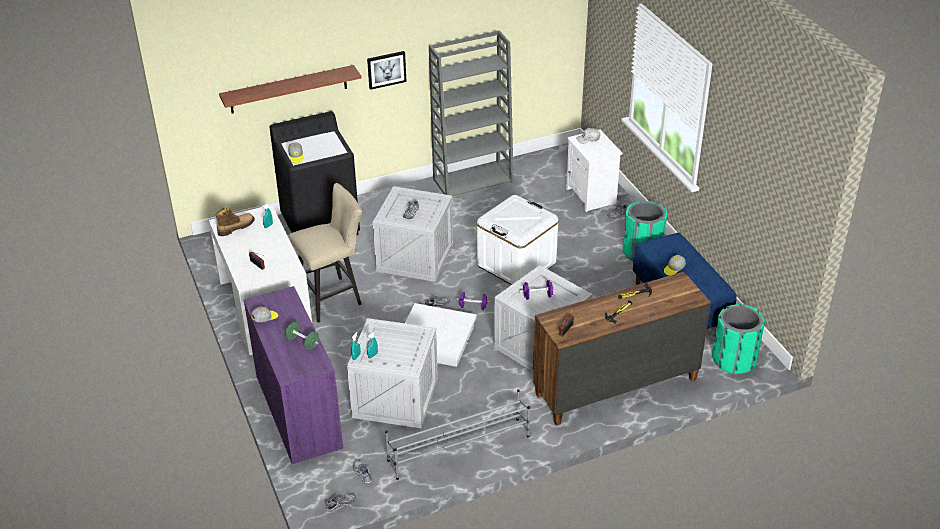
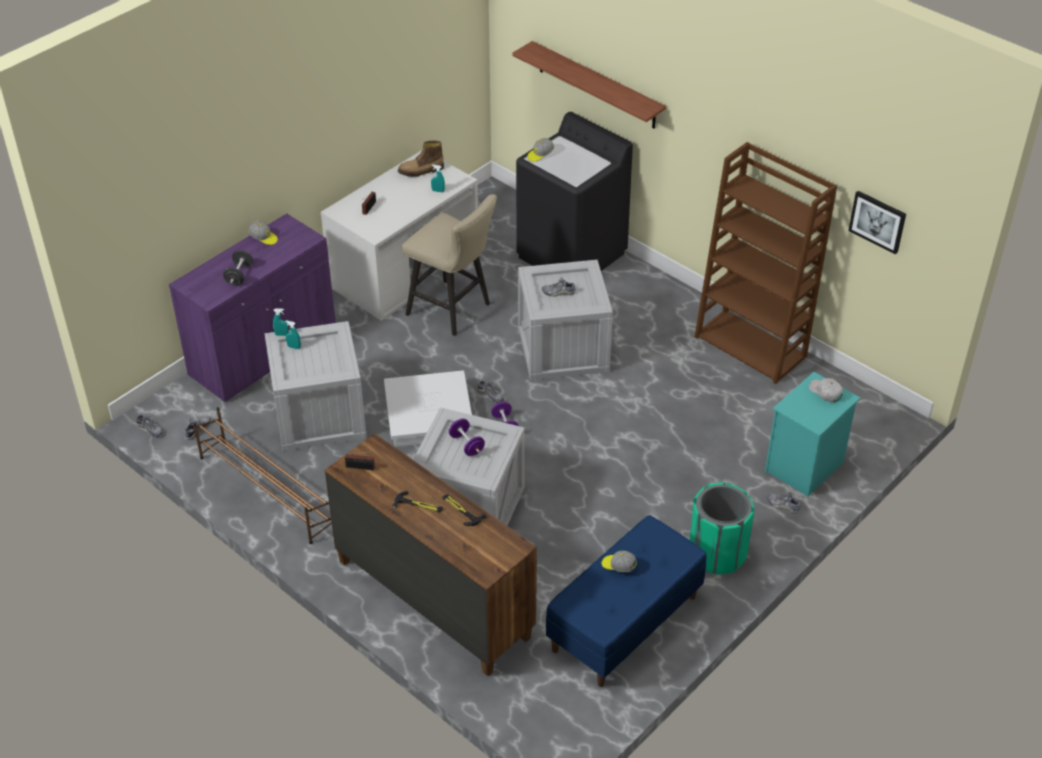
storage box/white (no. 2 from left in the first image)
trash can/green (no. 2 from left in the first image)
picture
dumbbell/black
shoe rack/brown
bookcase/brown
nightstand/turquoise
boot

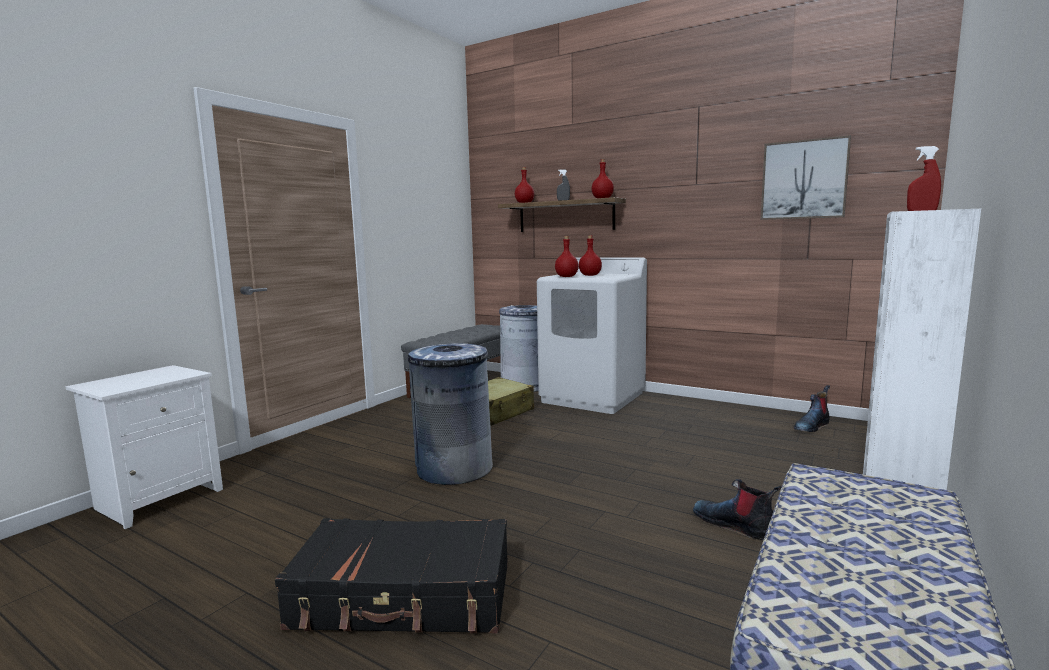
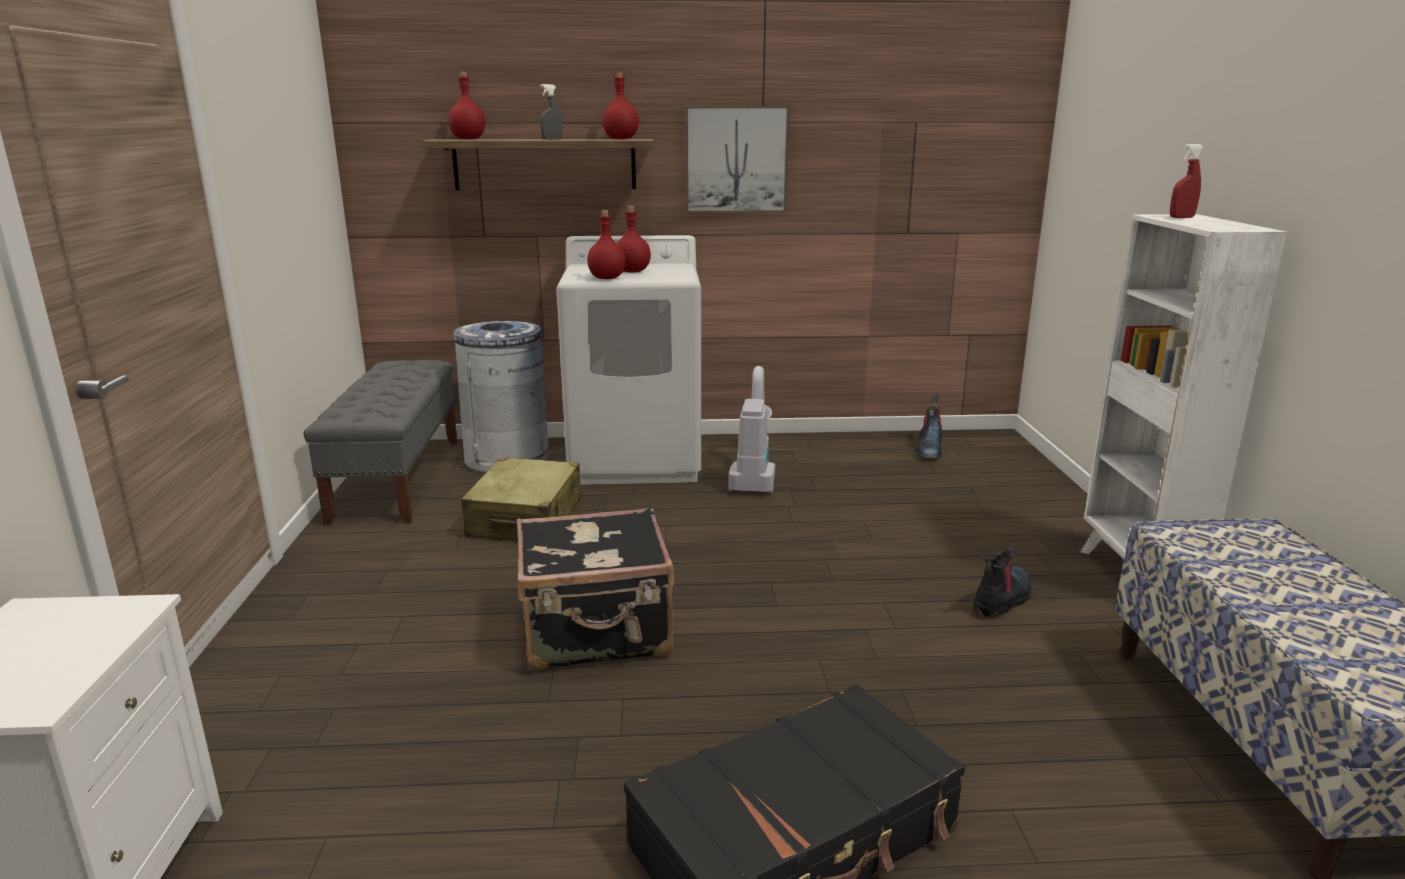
vacuum cleaner
picture
suitcase/black (no. 1 from left)
boot (no. 2 from left)

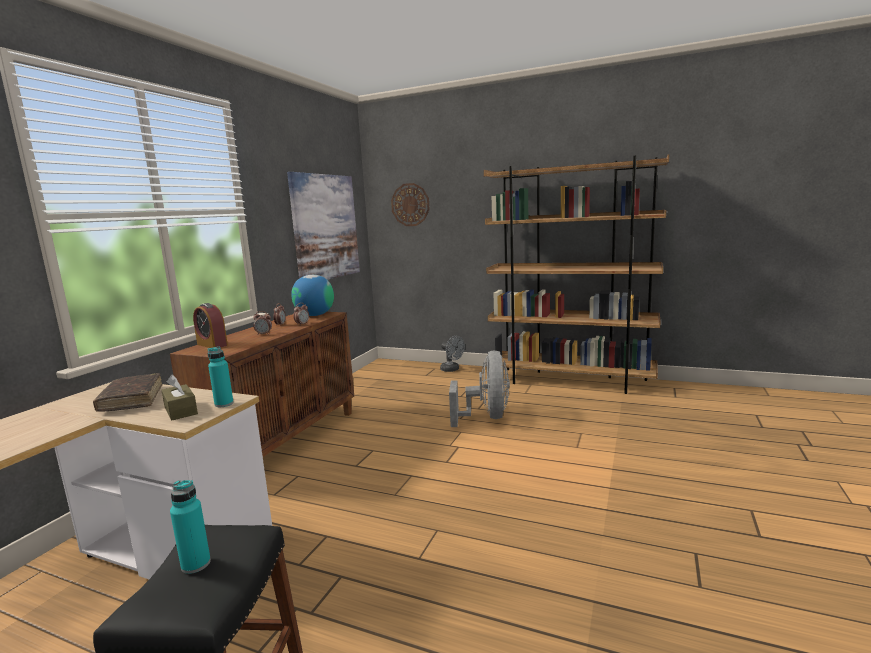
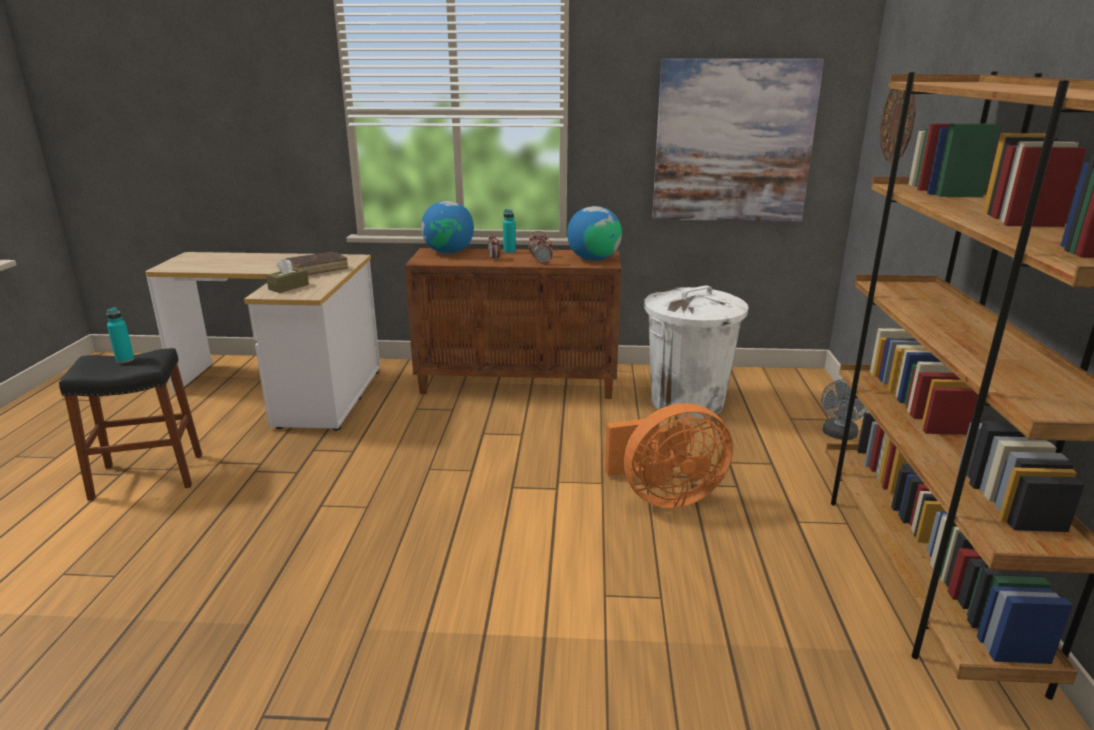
trash can/white
bottle/turquoise (no. 2 from left)
globe (no. 1 from left)
fan/orange

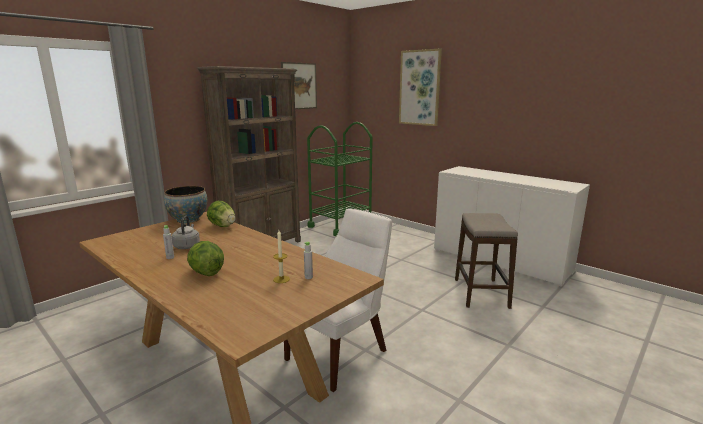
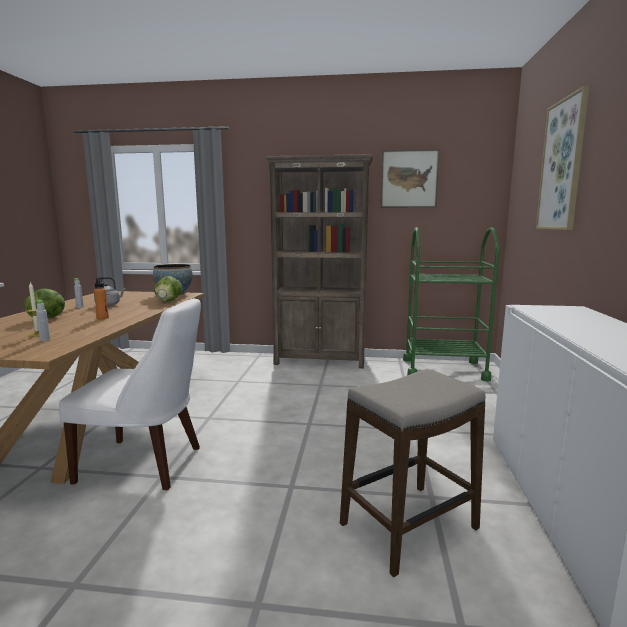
bottle/orange

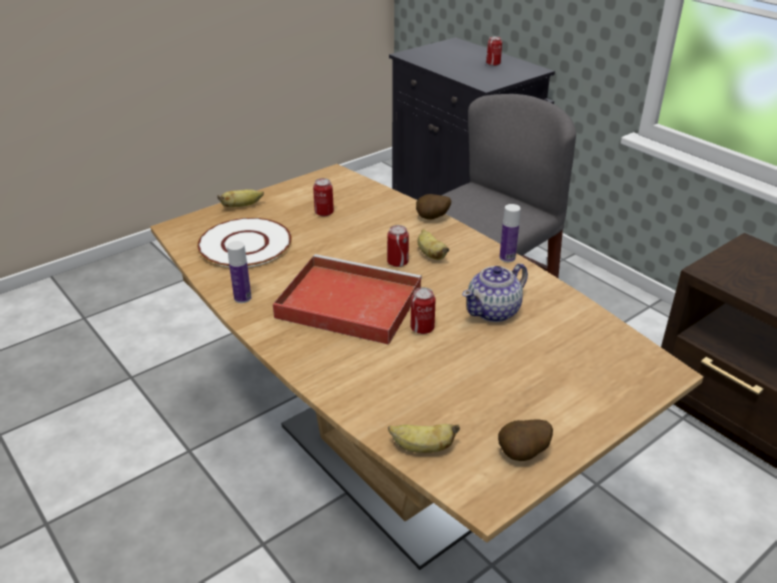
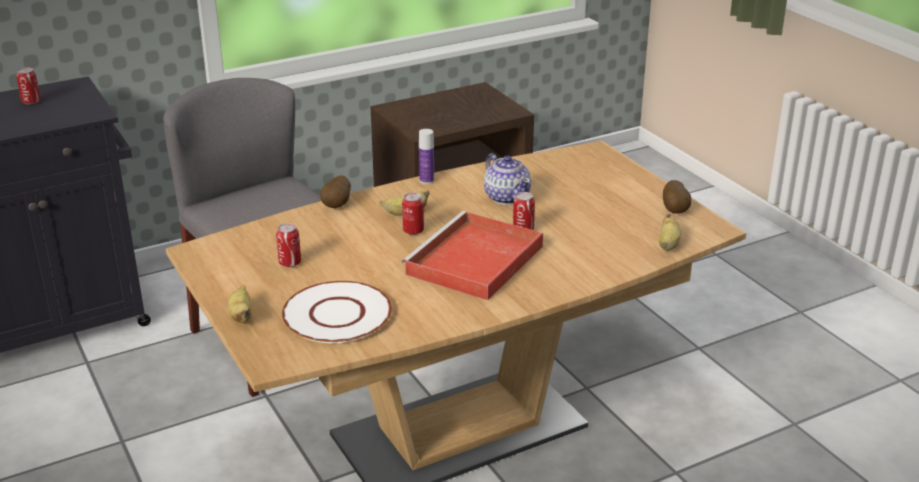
bottle (no. 1 from left in the first image)

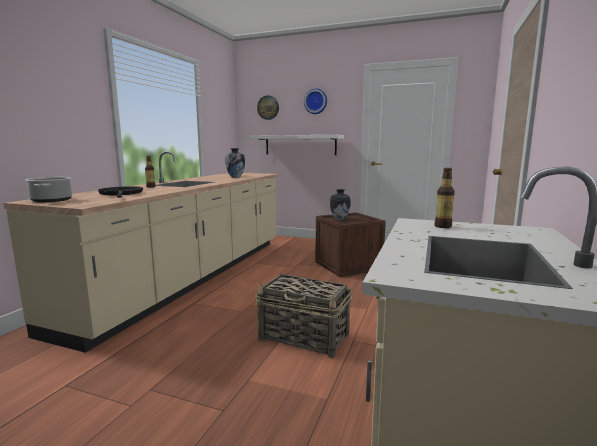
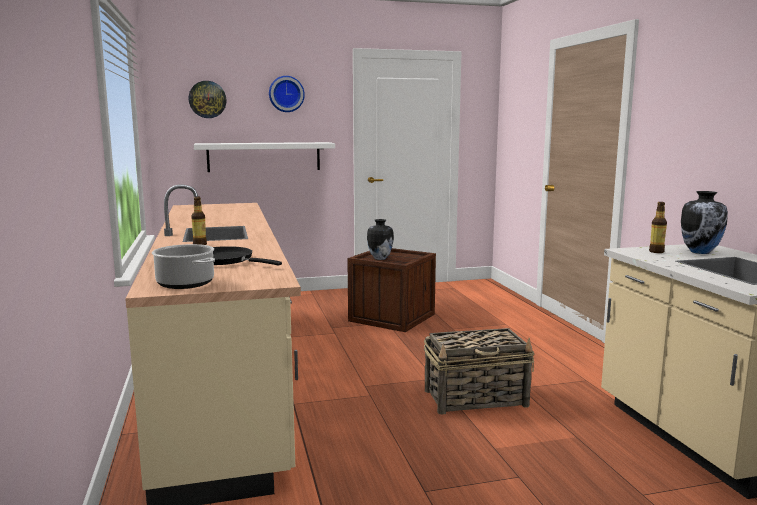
vase (no. 2 from left)

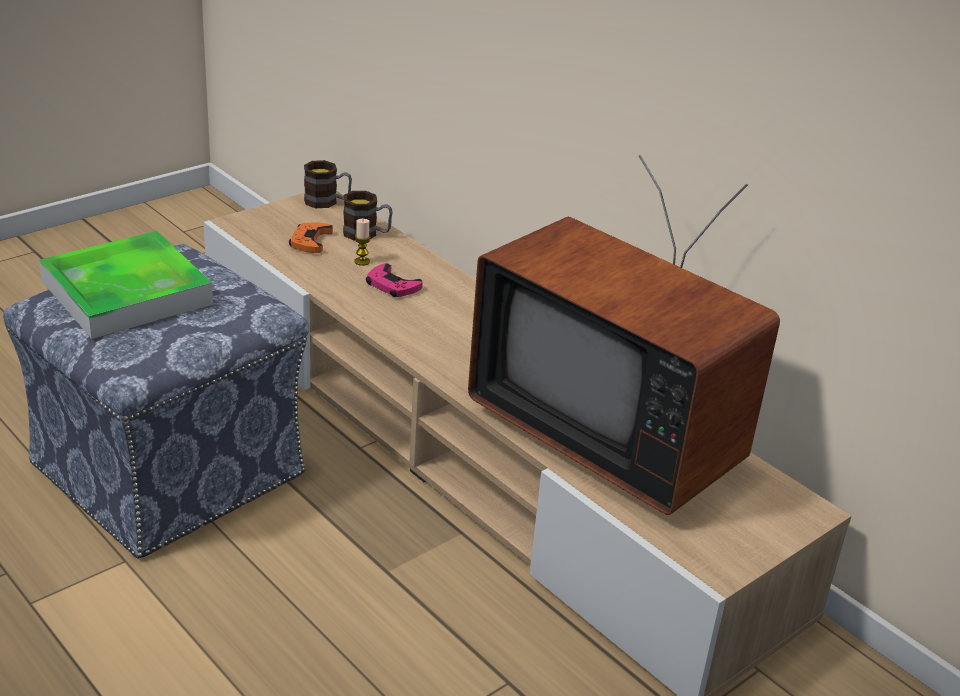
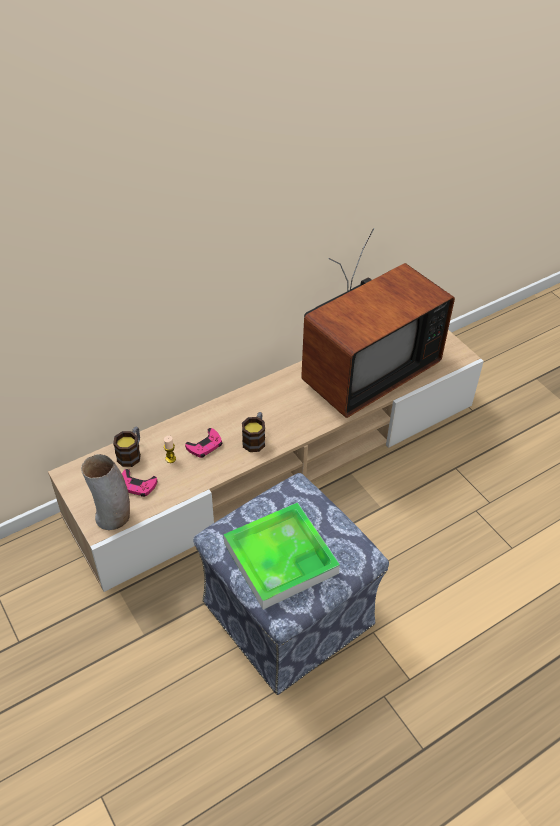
vase
mug (no. 2 from left)
game controller/pink (no. 1 from left)

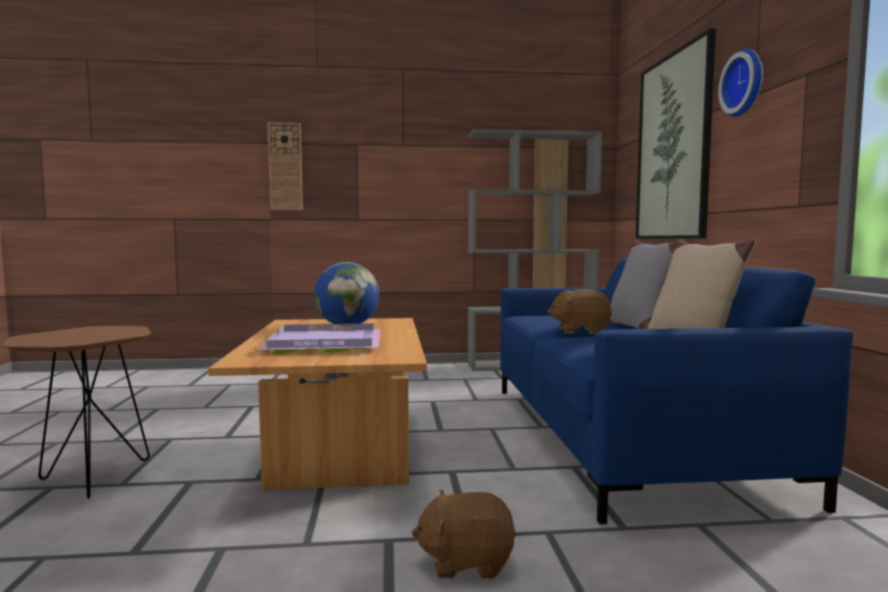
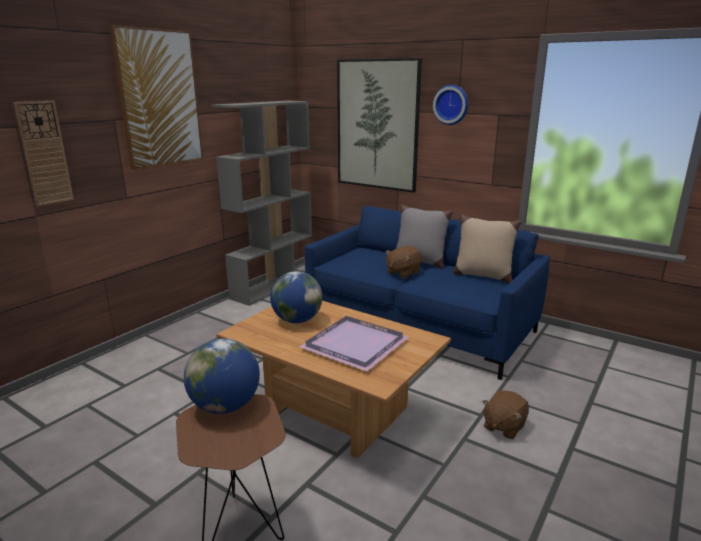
picture (no. 1 from left)
globe (no. 1 from left)

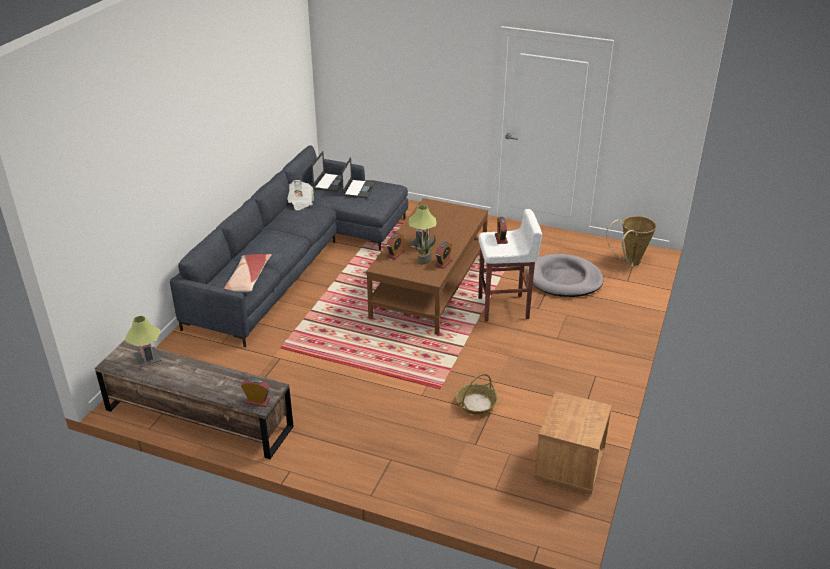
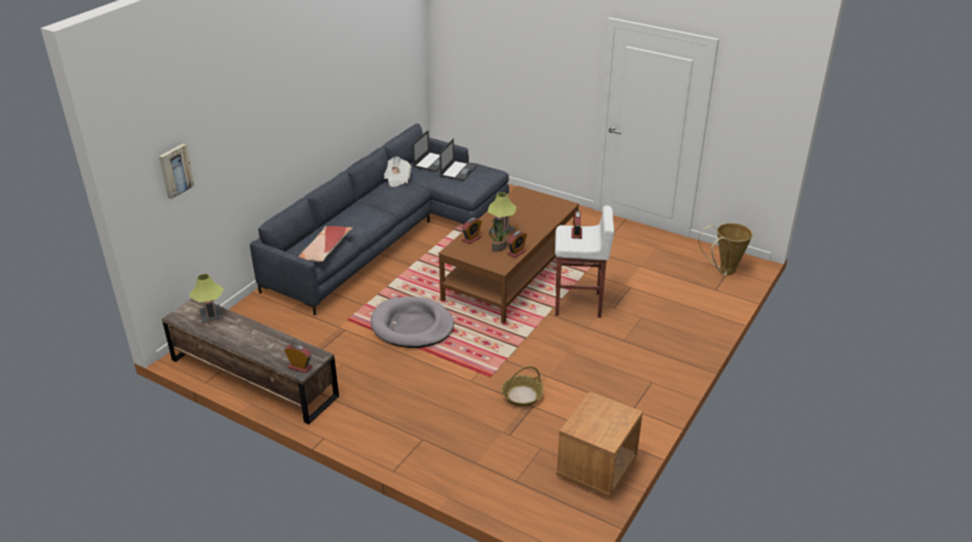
picture
dog bed/grey

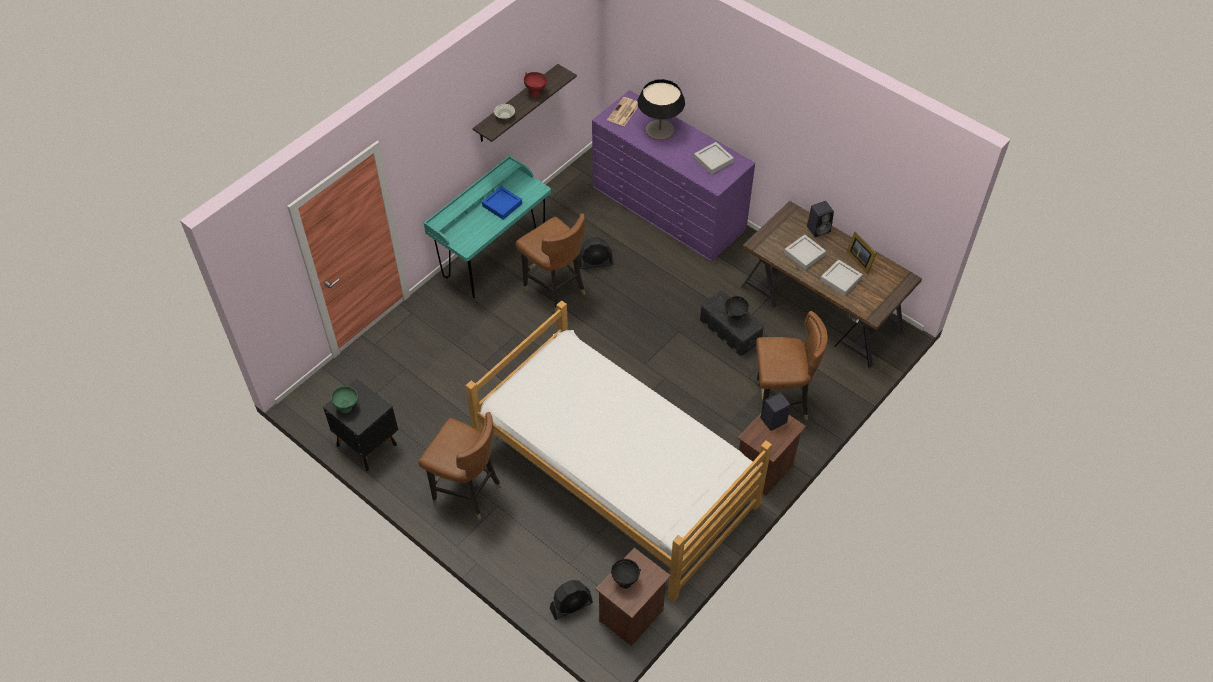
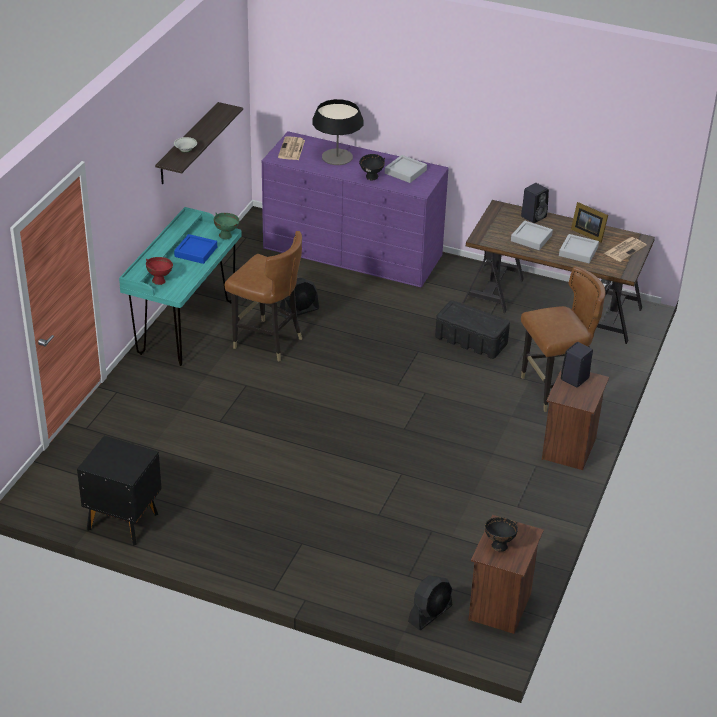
chair/brown (no. 1 from left in the first image)
bed
newspaper (no. 2 from left)
bowl/green
bowl/red
bowl/black (no. 1 from left)

